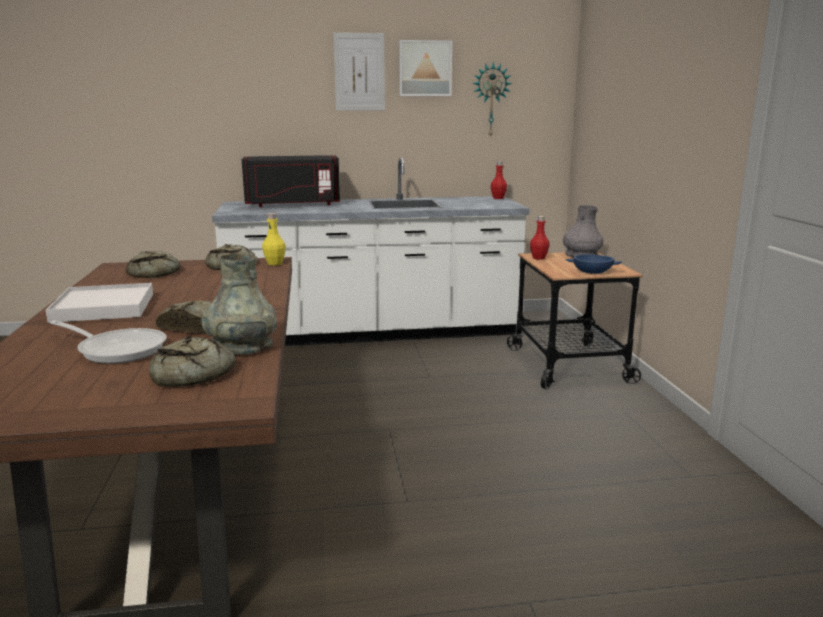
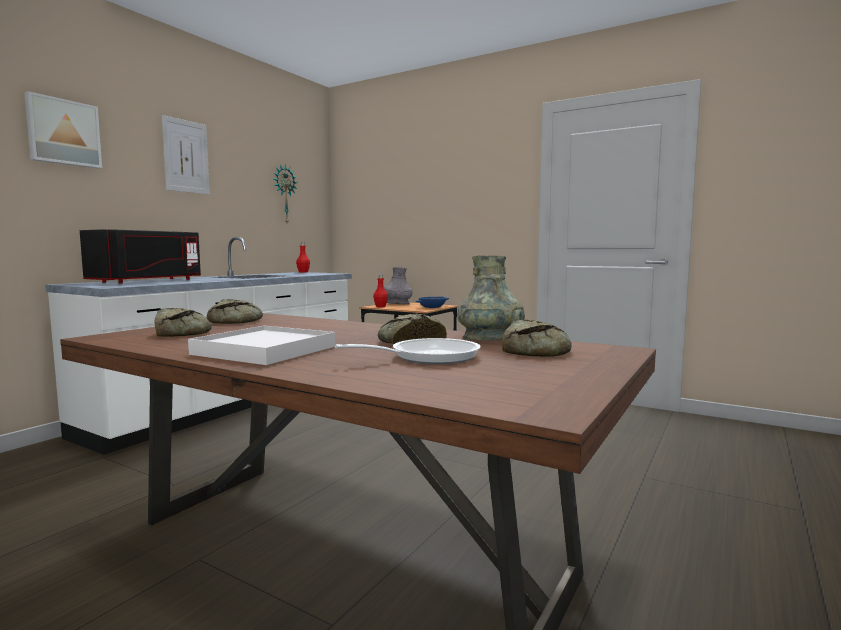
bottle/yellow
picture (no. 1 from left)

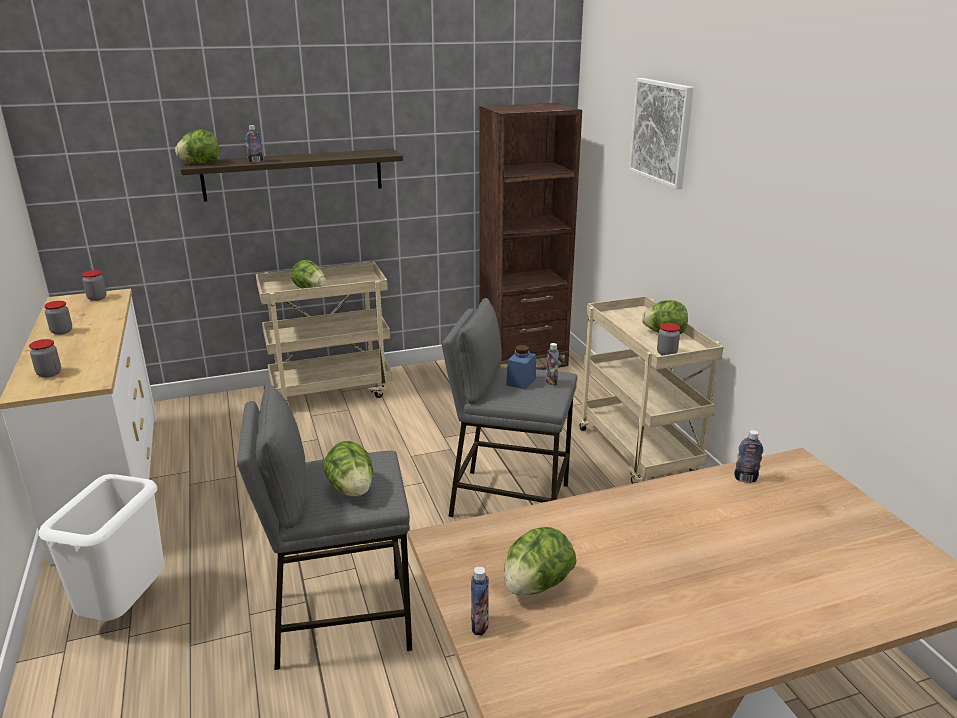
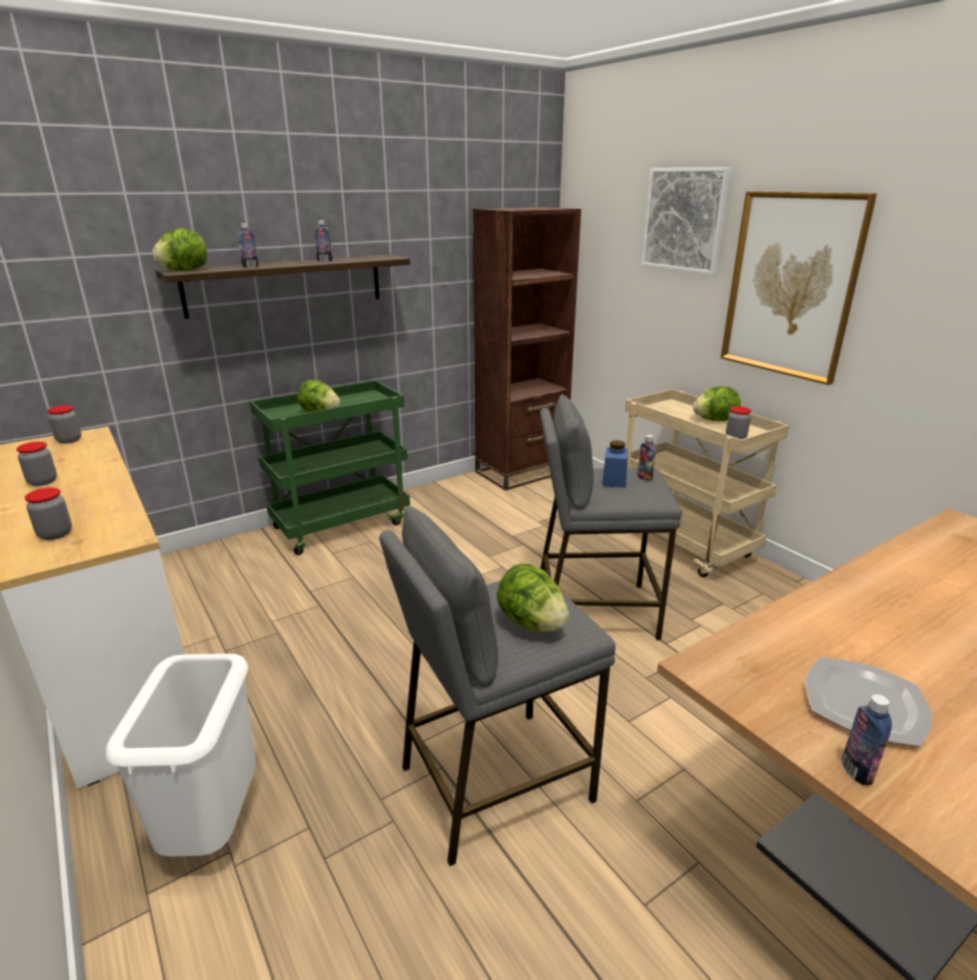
picture (no. 2 from left)
bottle (no. 2 from left)
plate
cart/green

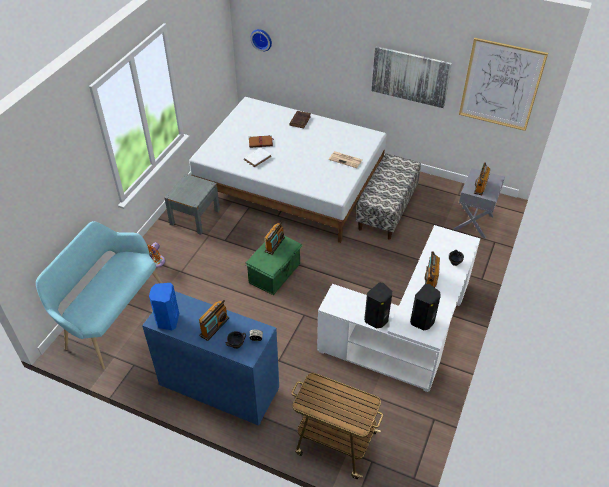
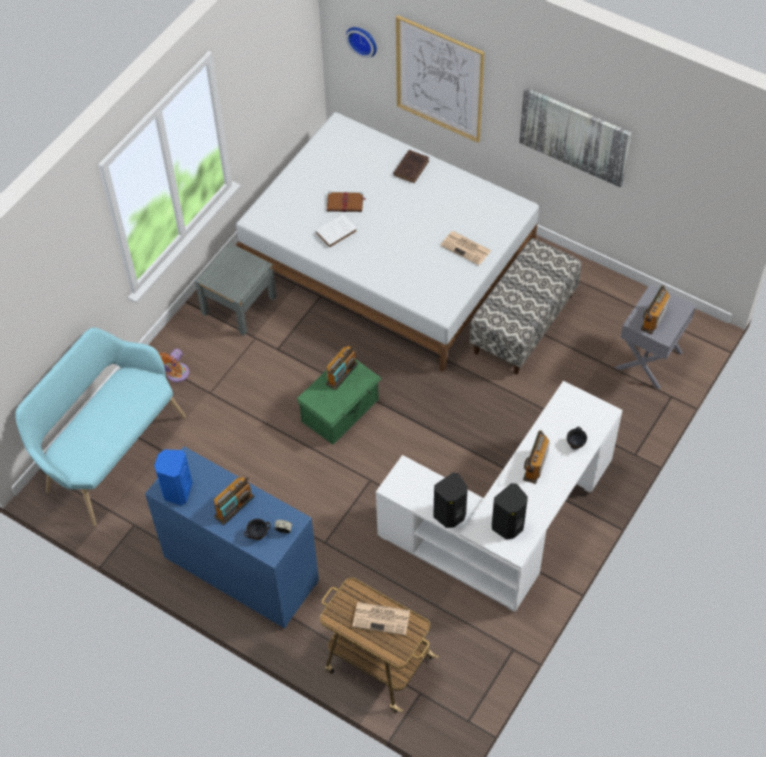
newspaper (no. 1 from left)
picture (no. 1 from left)

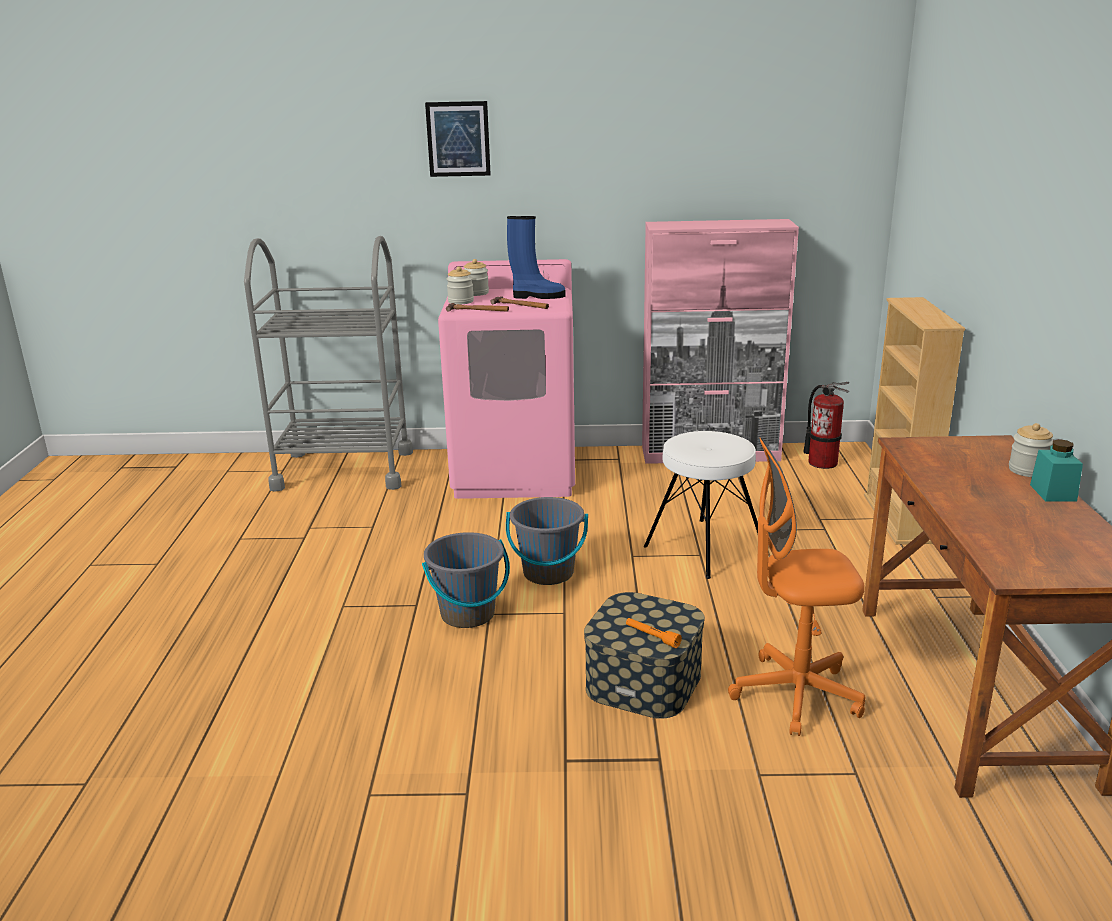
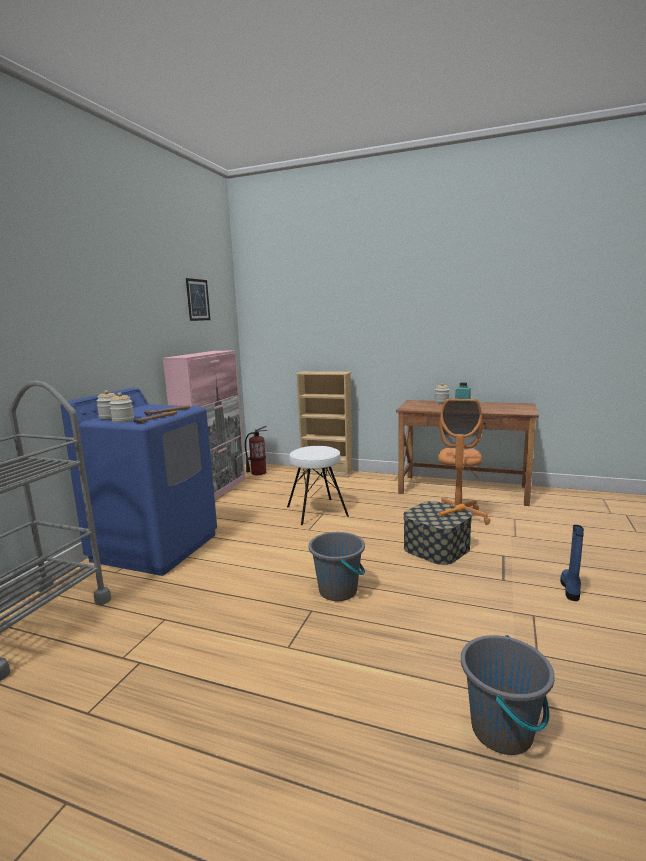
picture
bucket/grey (no. 2 from left)
boot/blue
washing machine/blue

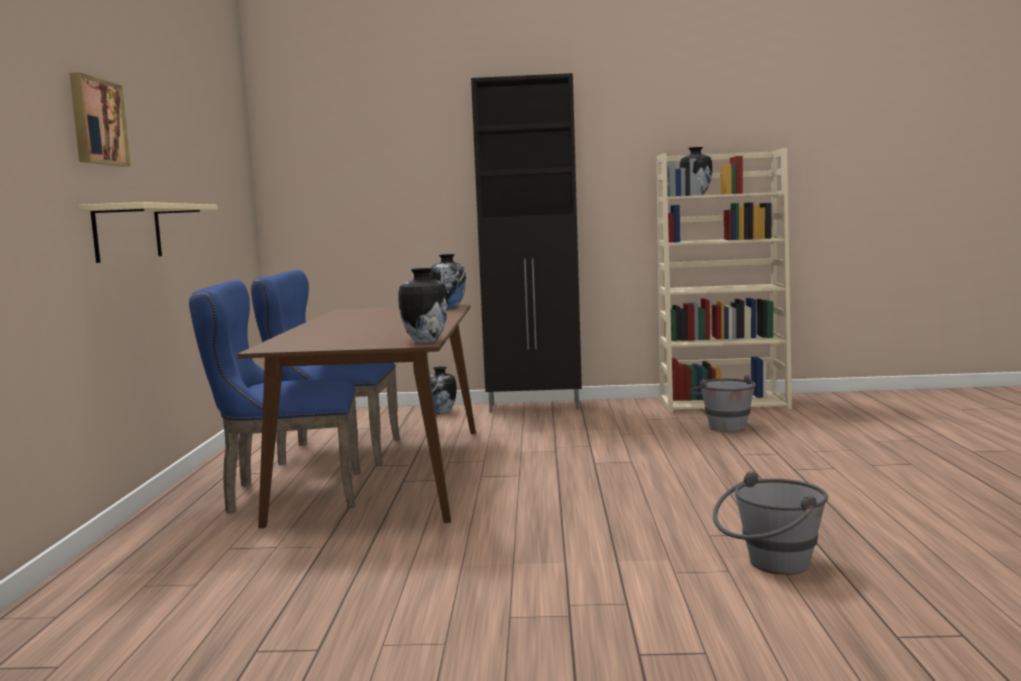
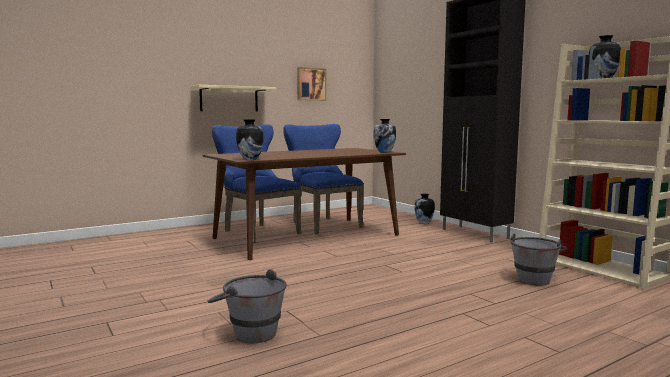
picture

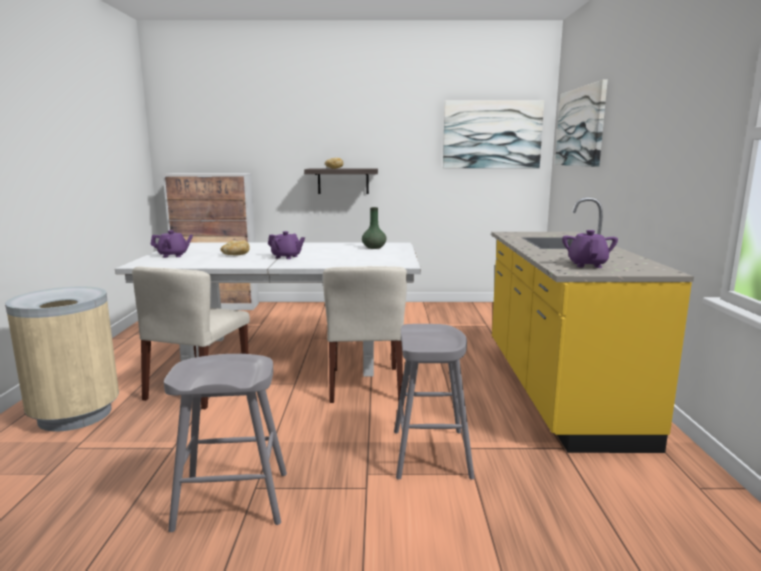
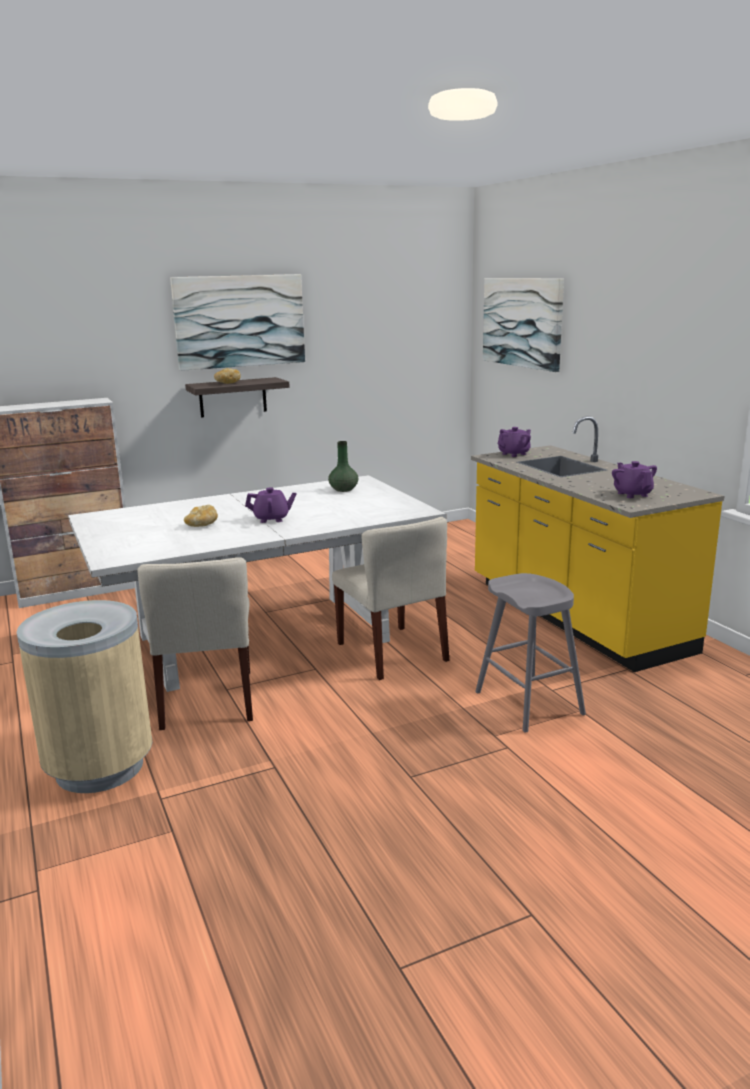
stool/grey (no. 1 from left in the first image)
teapot/purple (no. 2 from left)
picture (no. 1 from left)

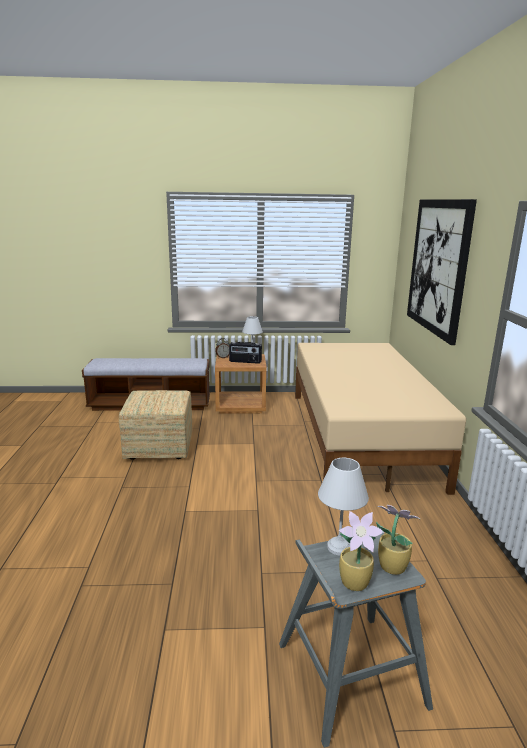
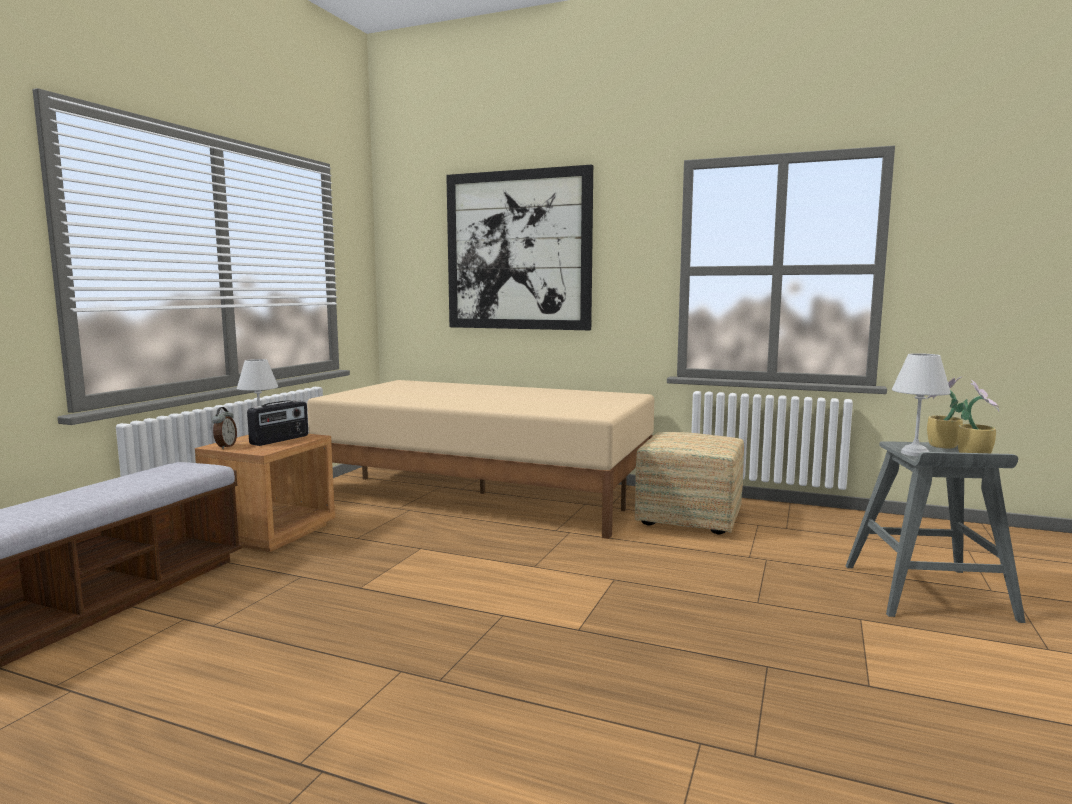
ottoman

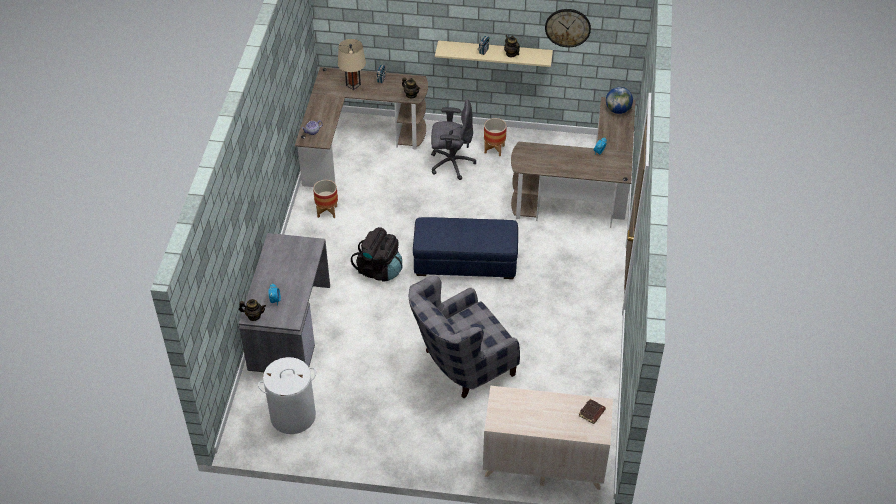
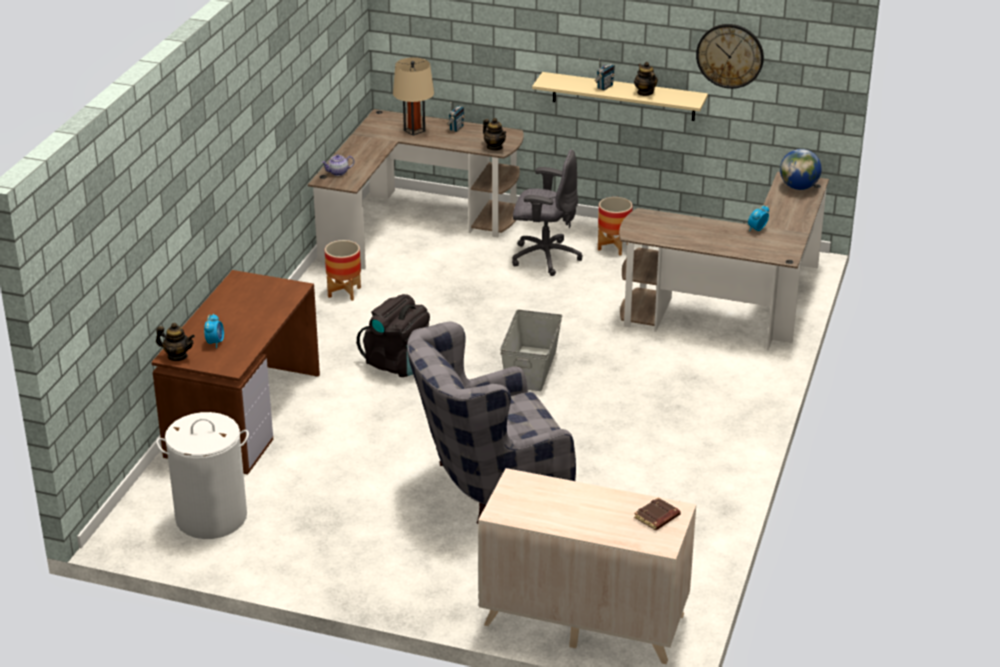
storage box/grey
desk/brown (no. 1 from left)

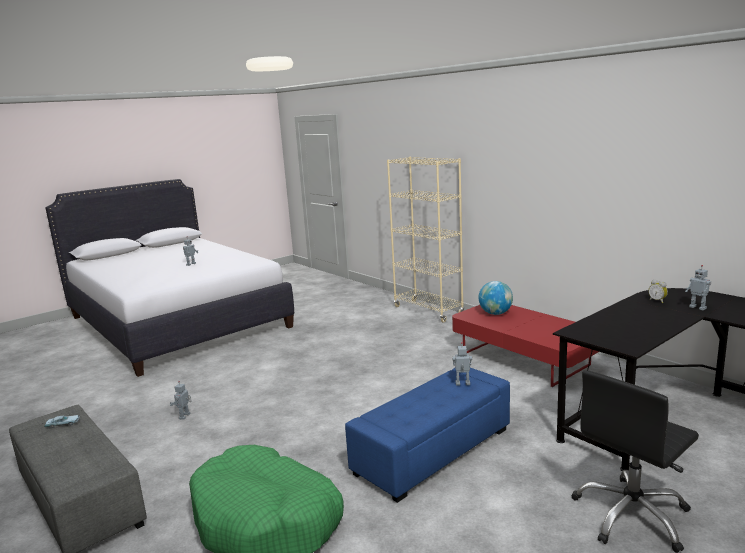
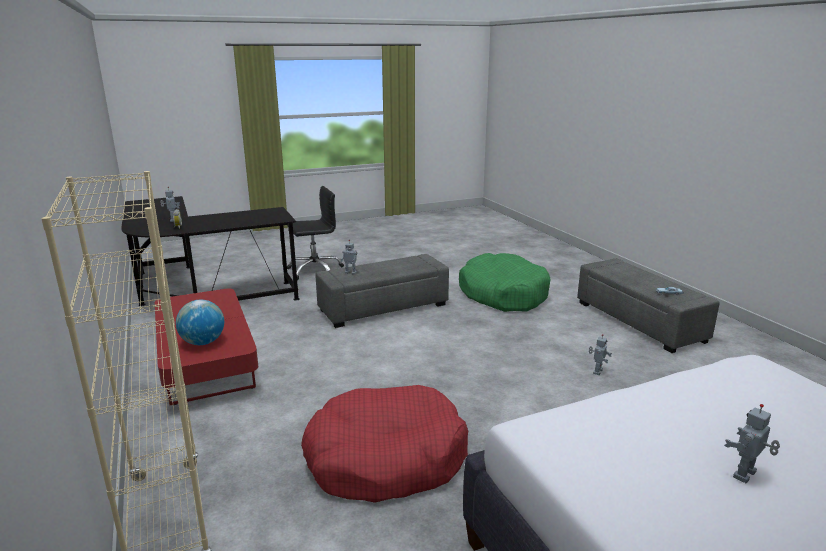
dog bed/red
ottoman/grey (no. 1 from left)

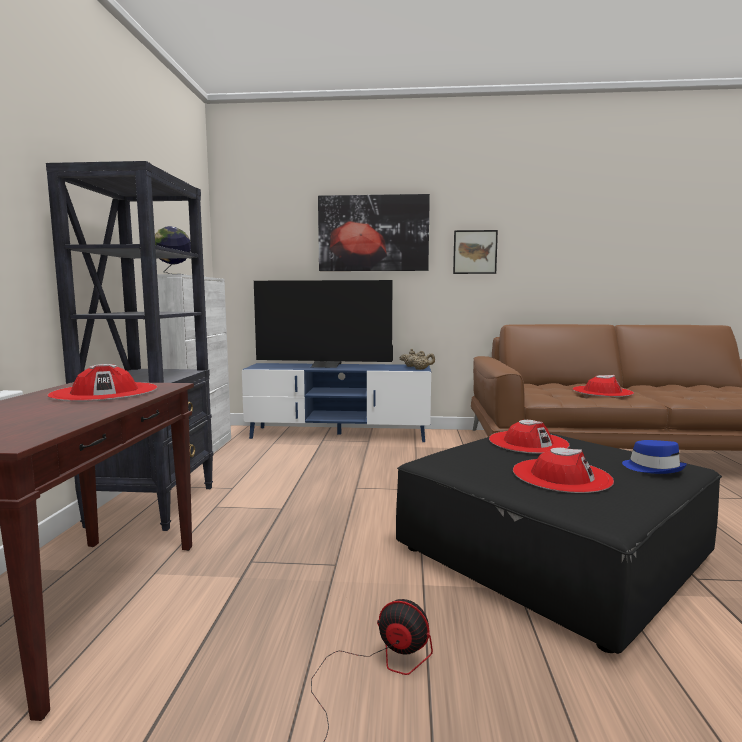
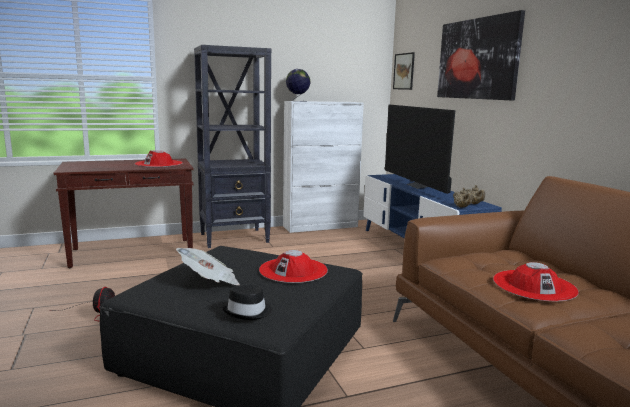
picture (no. 1 from left)
newspaper
hat/black

